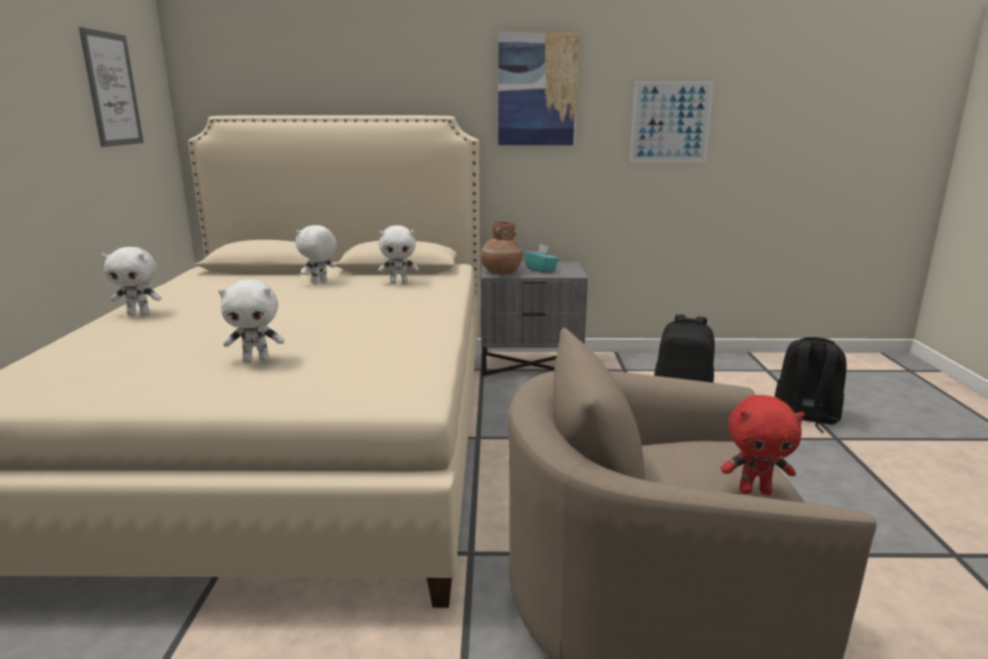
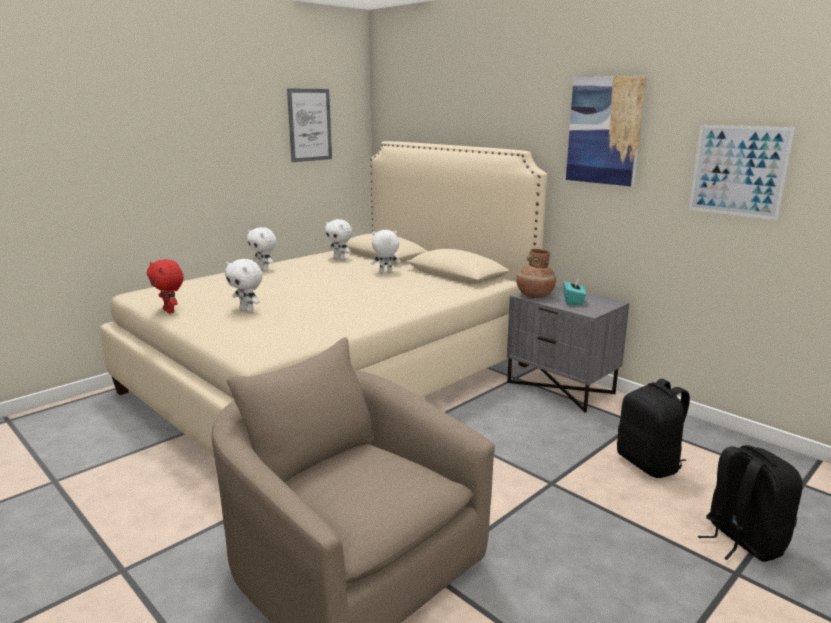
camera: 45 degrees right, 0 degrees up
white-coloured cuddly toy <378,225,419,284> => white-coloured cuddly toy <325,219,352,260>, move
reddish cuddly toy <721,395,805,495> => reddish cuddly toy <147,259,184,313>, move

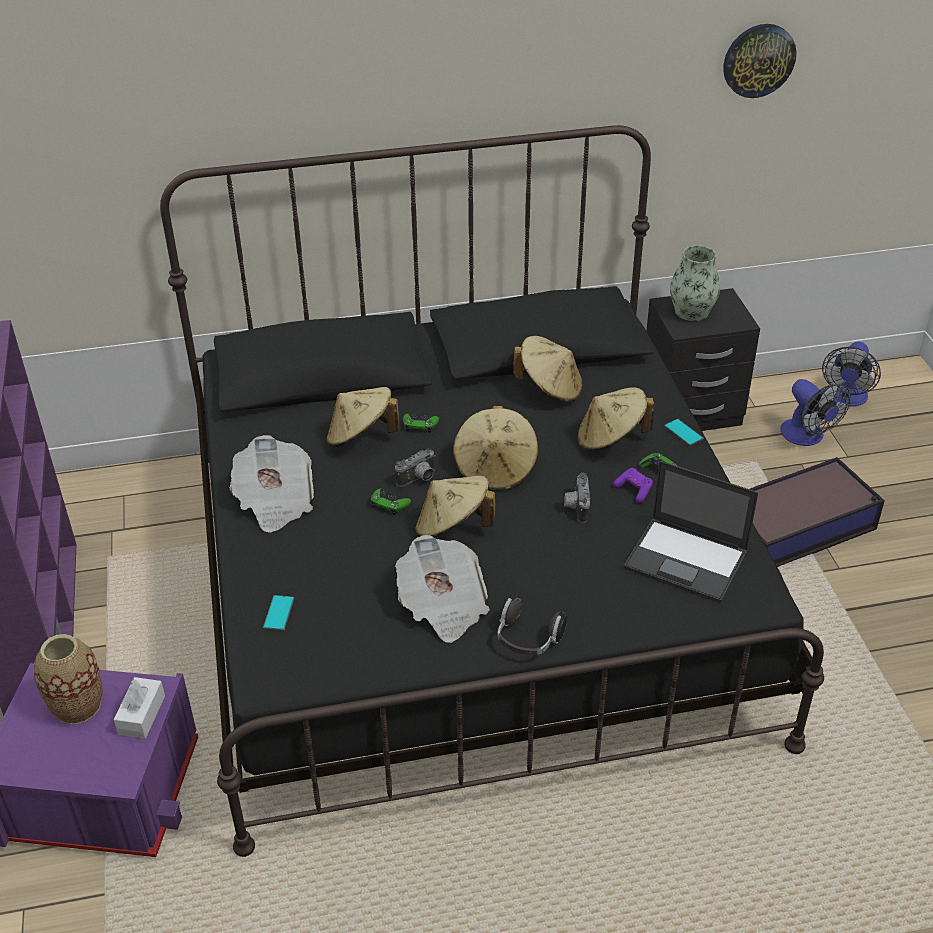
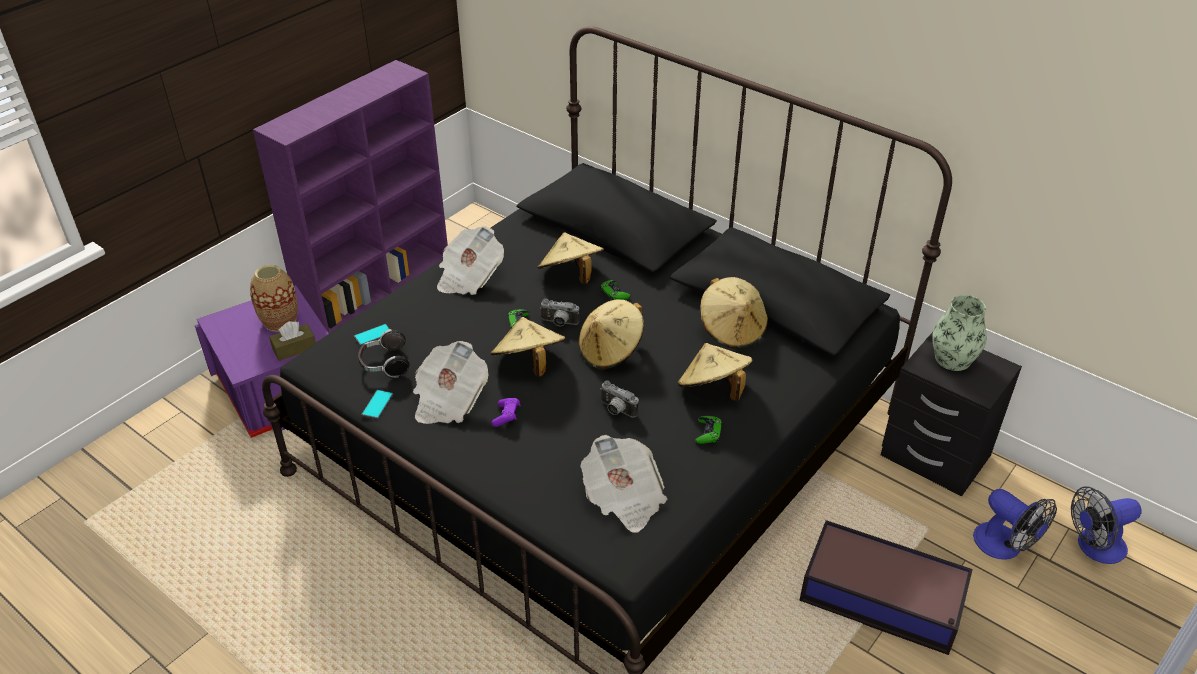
camera: 50 degrees right, 0 degrees up
wall clock <723,24,797,98> => nothing
fan <780,379,850,446> => fan <973,489,1057,560>, 60 degrees counterclockwise
telephone <664,419,704,447> => telephone <361,390,393,420>, move
laptop <624,461,758,603> => newspaper <580,435,668,533>
purple game controller <613,468,653,503> => purple game controller <492,398,521,427>, move
still camera <564,473,590,523> => still camera <600,381,639,418>, 105 degrees counterclockwise
headphones <497,595,567,655> => headphones <358,329,409,378>, move
white-coloured tissue holder <114,677,165,739> => brownish tissue holder <269,321,316,361>

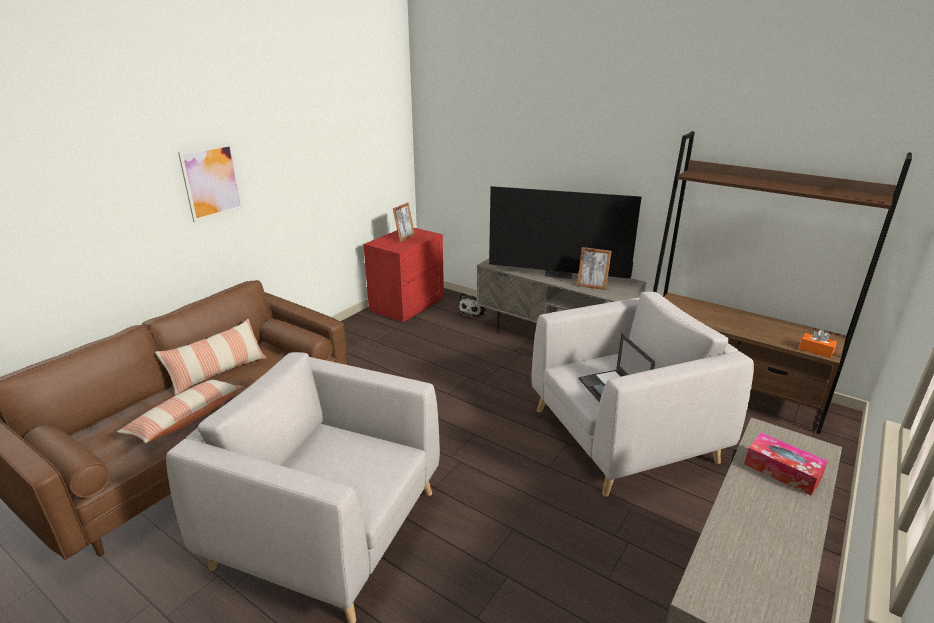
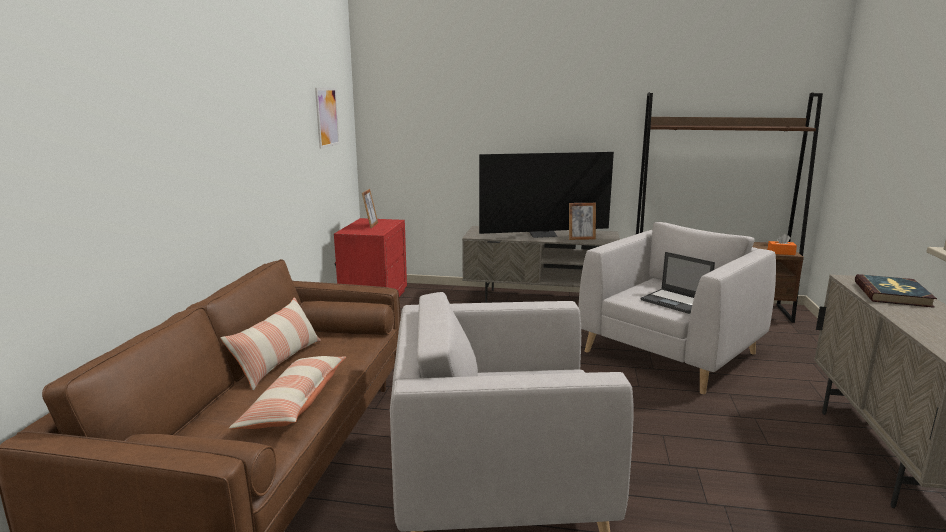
camera: 25 degrees left, 10 degrees down
wall art <178,143,243,222> => wall art <315,88,340,149>, move
cuddly toy <458,293,486,317> => nothing
tissue holder <744,433,828,496> => bound book <855,274,937,308>

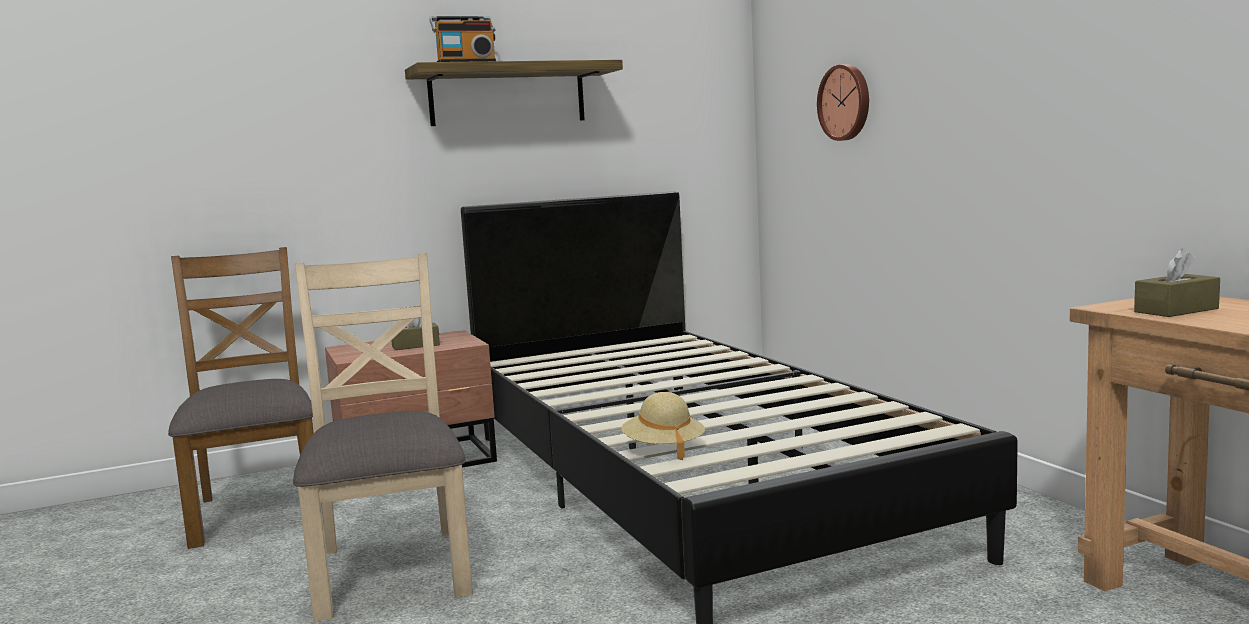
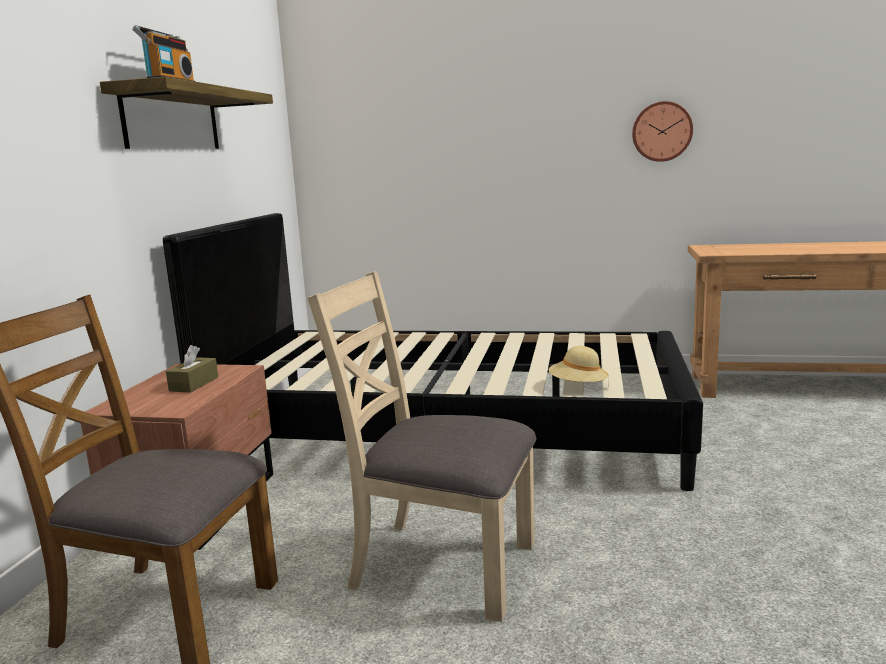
camera: 55 degrees left, 5 degrees up
wall clock <817,64,869,141> => wall clock <632,101,693,162>, move
brownish tissue holder <1134,248,1220,317> => nothing

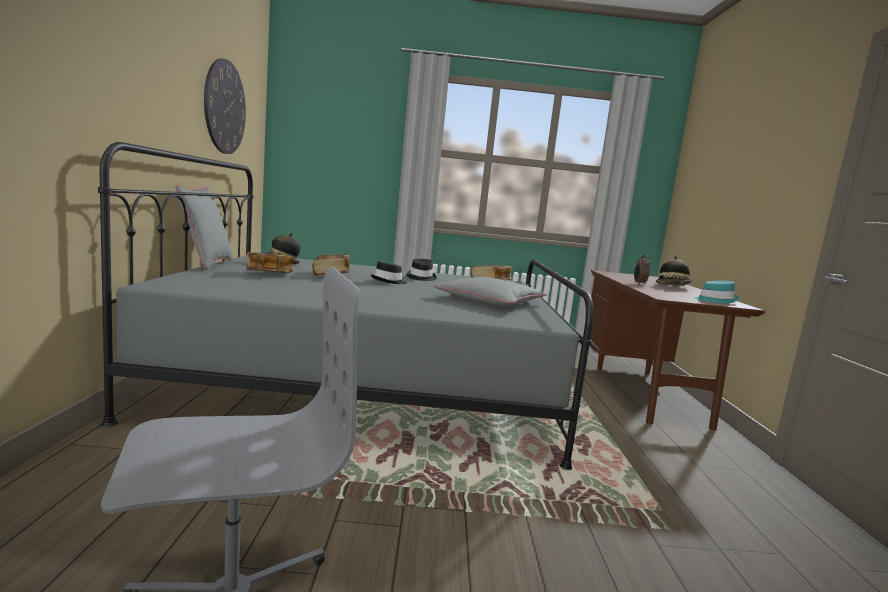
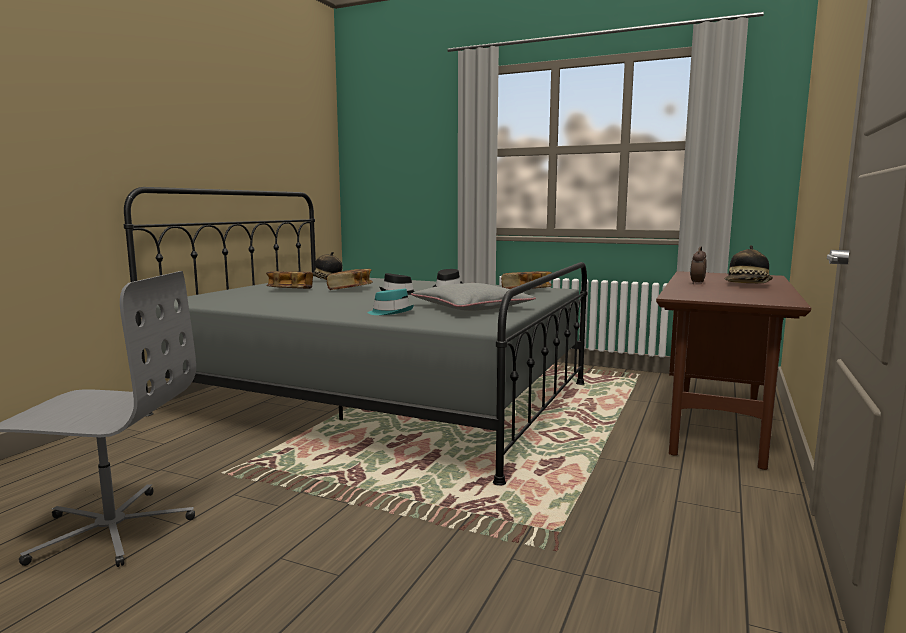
camera: 25 degrees right, 0 degrees up
wall clock <204,58,246,154> => nothing
greyish cushion <175,185,233,270> => nothing
turquoise wearable hat <694,281,739,303> => turquoise wearable hat <367,289,414,315>, move

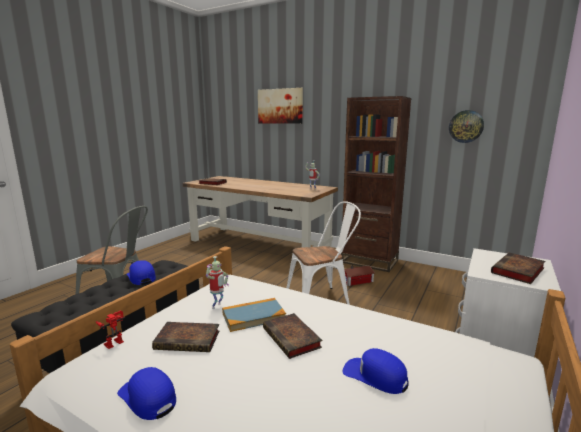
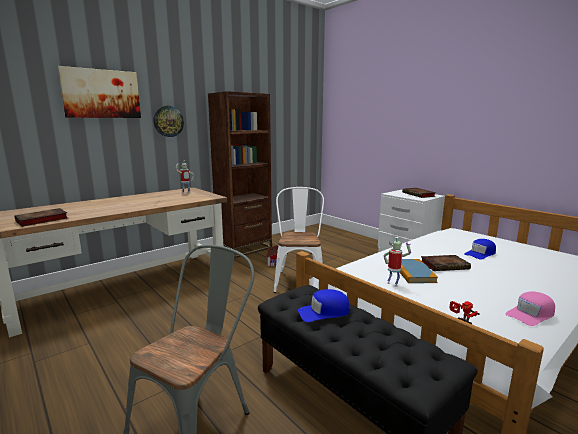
camera: 70 degrees left, 0 degrees up
wall clock <449,110,484,143> => wall clock <154,106,184,137>, move
bound book <152,322,220,352> => nothing
bluish cap <117,367,176,420> => pink-coloured cap <505,292,555,326>

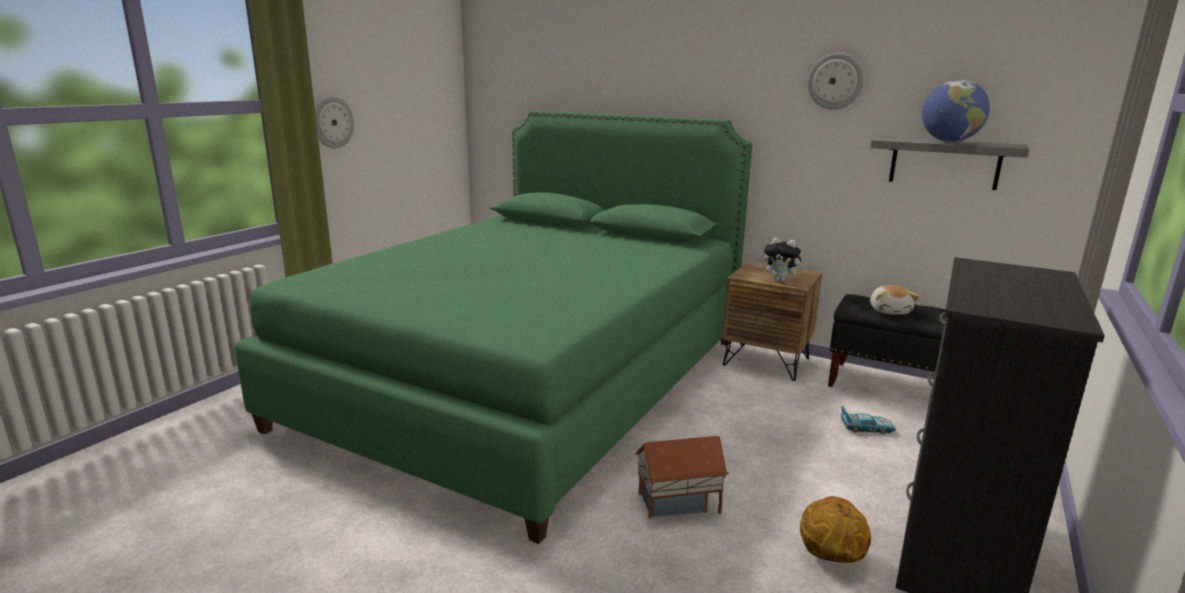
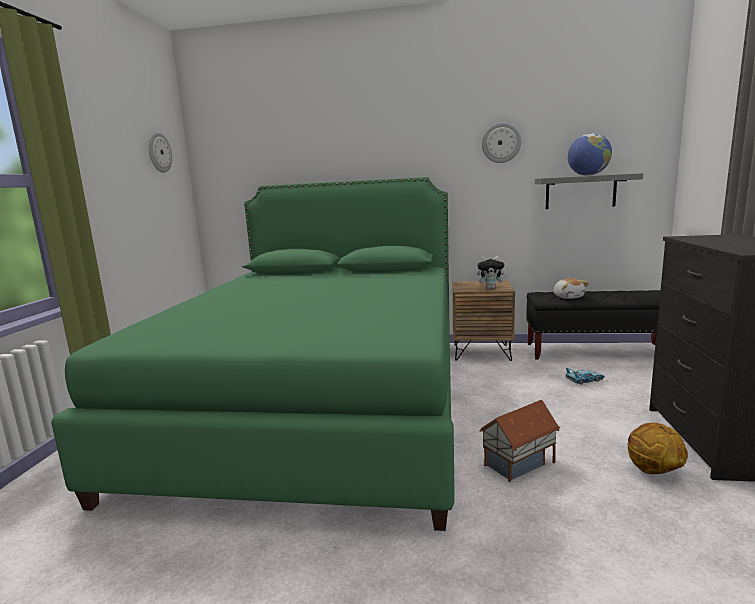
camera: 20 degrees left, 5 degrees down
wall clock <315,96,354,148> => wall clock <149,132,172,173>, move

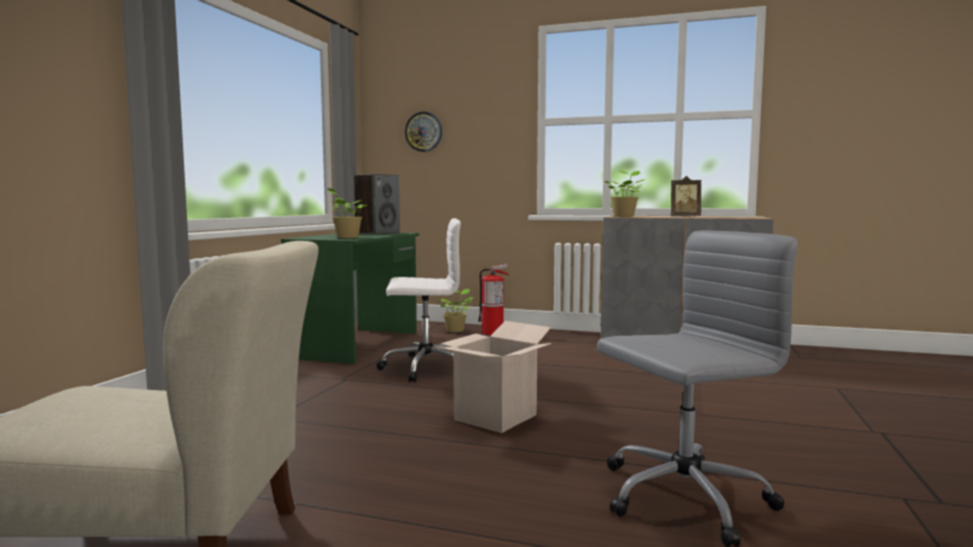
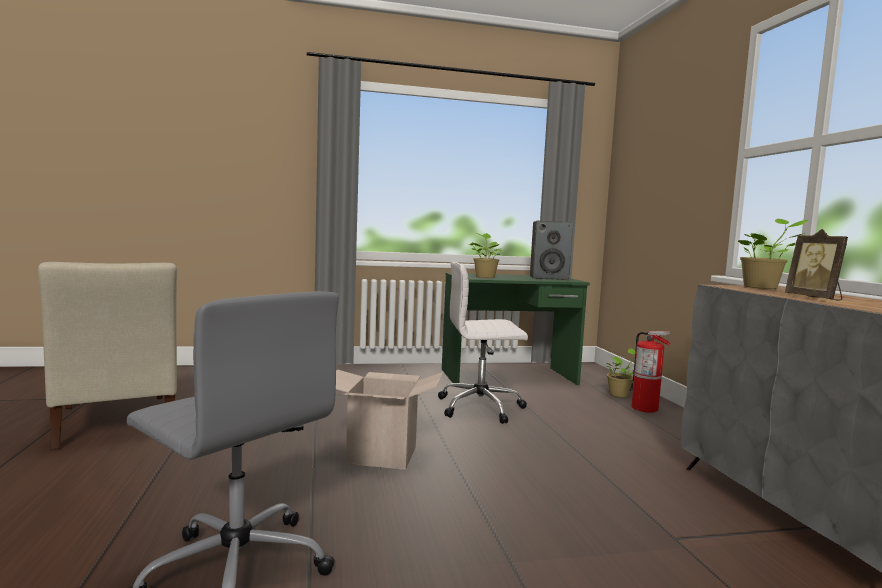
camera: 60 degrees right, 0 degrees up
wall clock <405,112,442,152> => nothing
white-coloured office chair <377,218,461,382> => white-coloured office chair <438,262,528,424>, 120 degrees clockwise

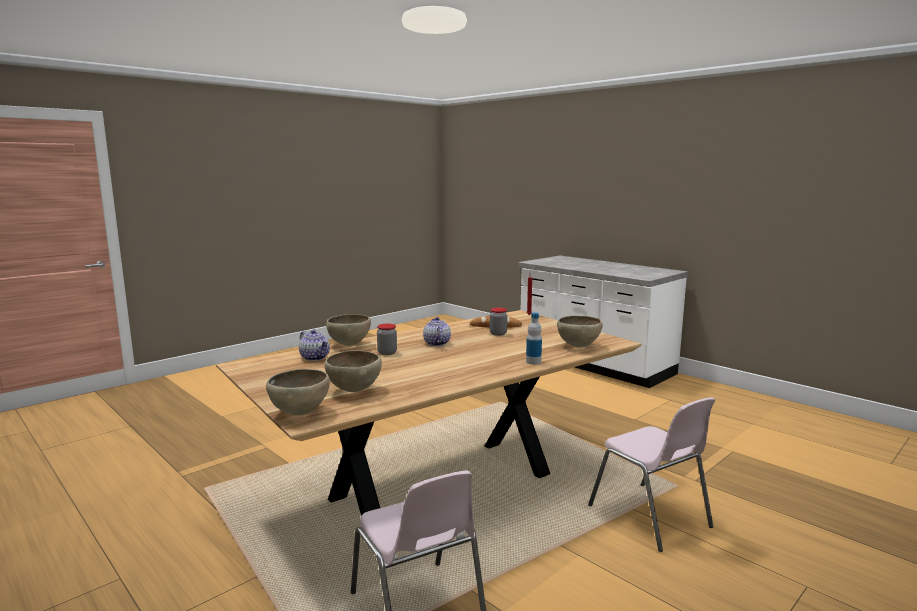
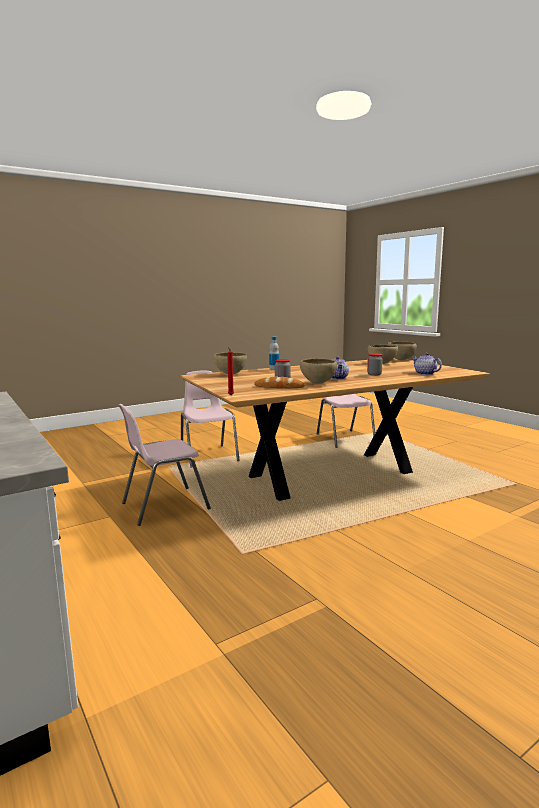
camera: 170 degrees left, 0 degrees up
brownish deep dish <326,314,371,346> => brownish deep dish <300,358,337,384>, move
nothing => pink-coloured chair <118,404,211,526>

